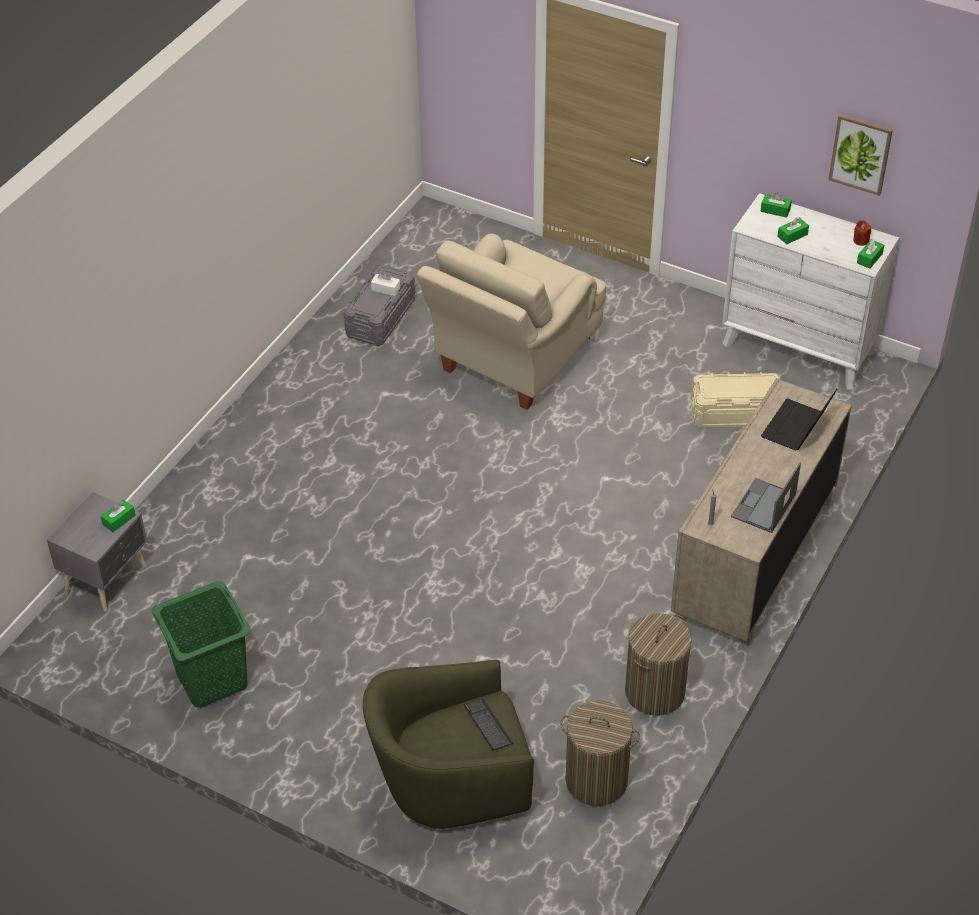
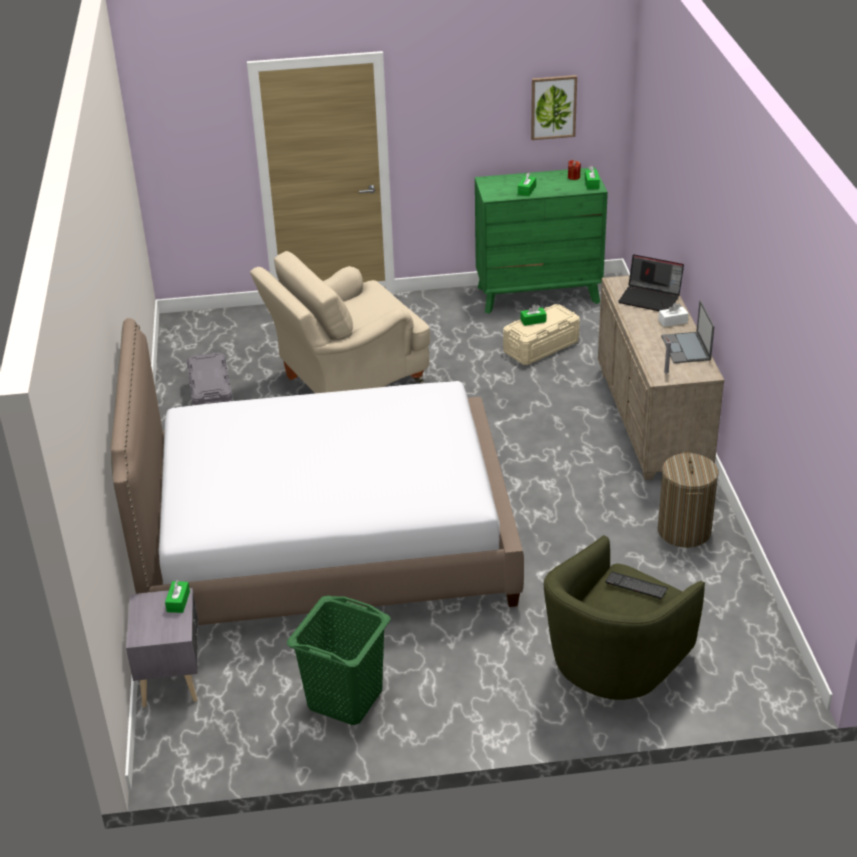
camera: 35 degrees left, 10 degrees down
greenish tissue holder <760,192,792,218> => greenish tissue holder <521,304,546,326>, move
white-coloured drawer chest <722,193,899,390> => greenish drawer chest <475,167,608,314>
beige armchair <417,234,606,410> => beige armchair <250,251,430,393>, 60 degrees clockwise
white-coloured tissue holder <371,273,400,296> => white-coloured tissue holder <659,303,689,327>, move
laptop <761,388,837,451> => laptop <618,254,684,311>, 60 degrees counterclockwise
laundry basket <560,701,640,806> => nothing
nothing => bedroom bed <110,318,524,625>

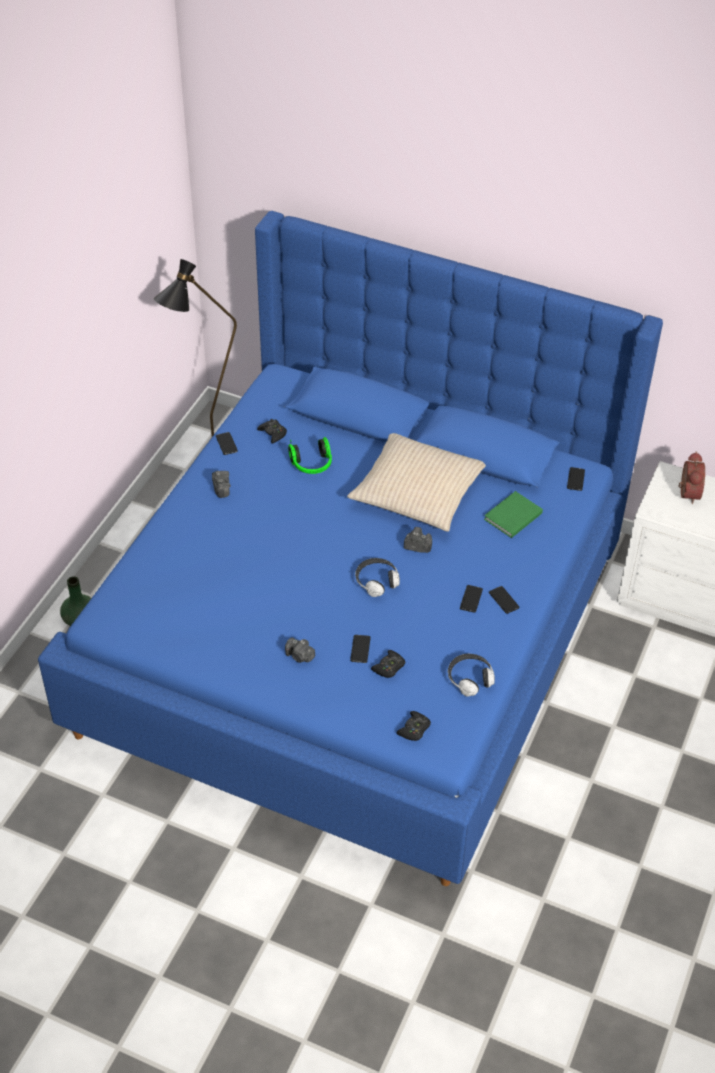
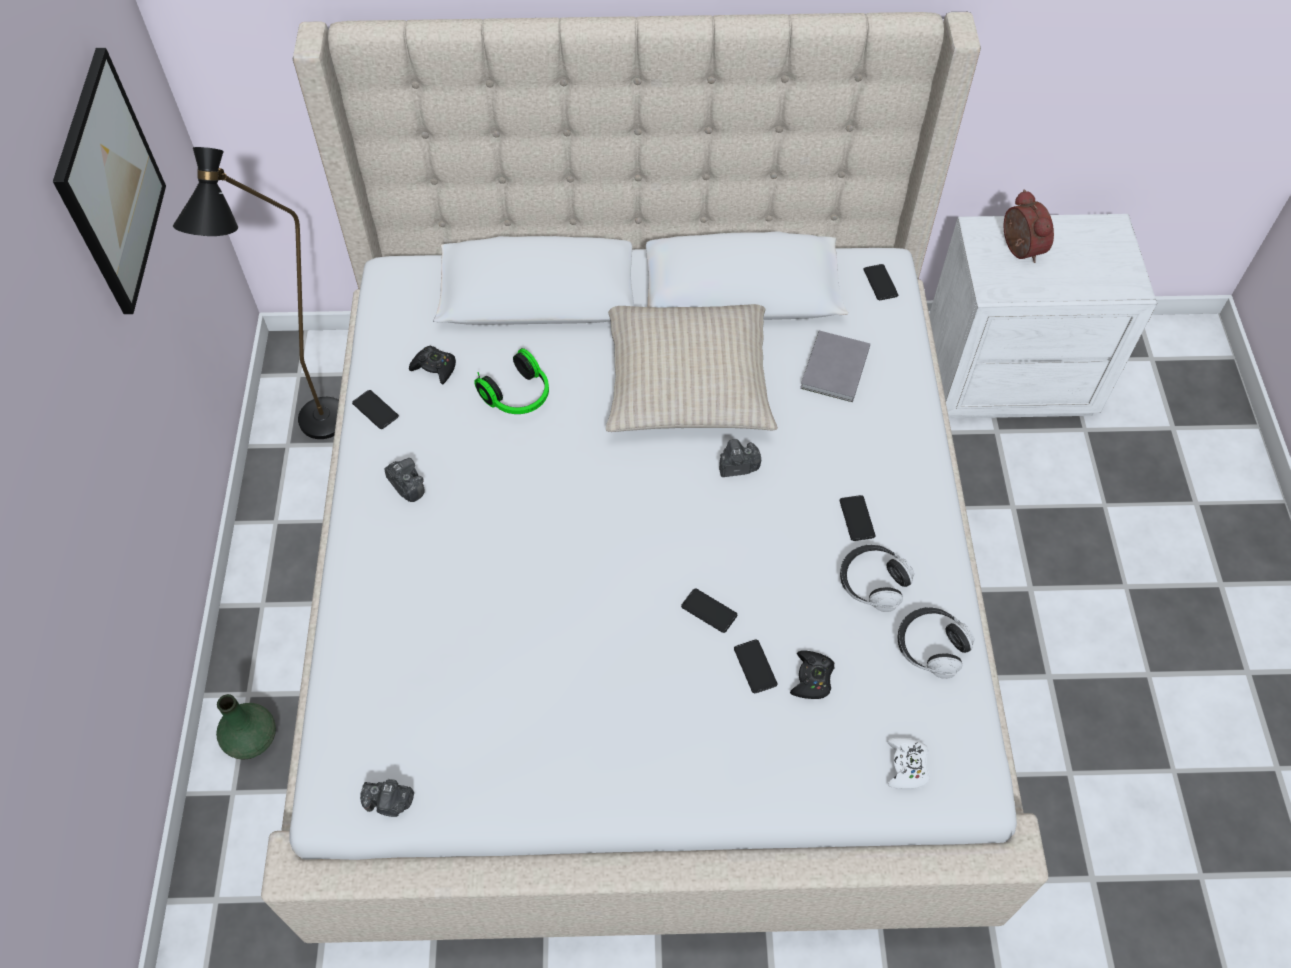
camera: 25 degrees left, 10 degrees up
bluish bedroom bed <38,211,663,886> => beige bedroom bed <261,12,1048,943>
greenish bound book <484,491,543,538> => greyish bound book <800,330,870,402>
headphones <355,558,400,597> => headphones <840,545,914,612>, move
telephone <489,586,520,614> => telephone <681,588,737,633>, move
still camera <285,638,315,663> => still camera <360,779,414,817>, move
black-coloured game controller <397,711,431,741> => white-coloured game controller <887,737,930,789>
nothing => wall art <53,48,166,314>

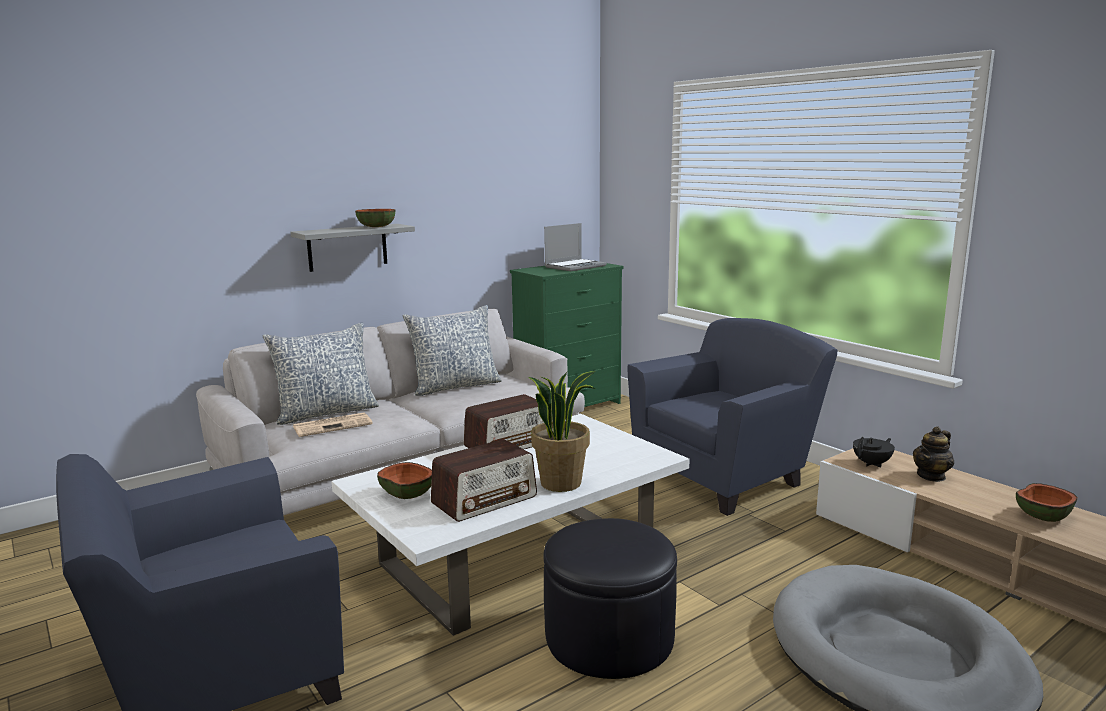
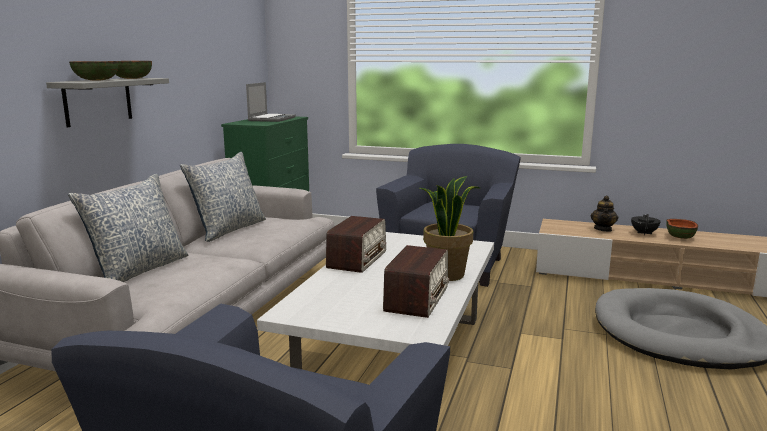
camera: 35 degrees left, 0 degrees up
newspaper <293,412,373,437> => nothing
black-coloured pot for tea <853,437,895,468> => black-coloured pot for tea <631,214,661,235>, move
deep dish <377,462,432,499> => deep dish <69,61,118,81>, move
black-coloured ottoman <544,518,677,679> => nothing

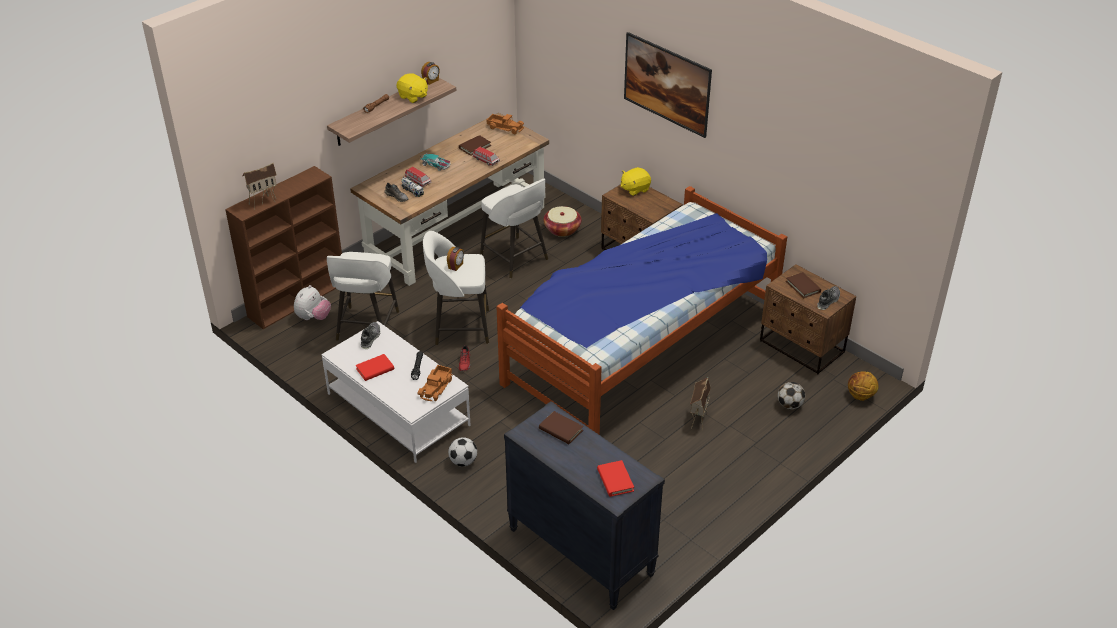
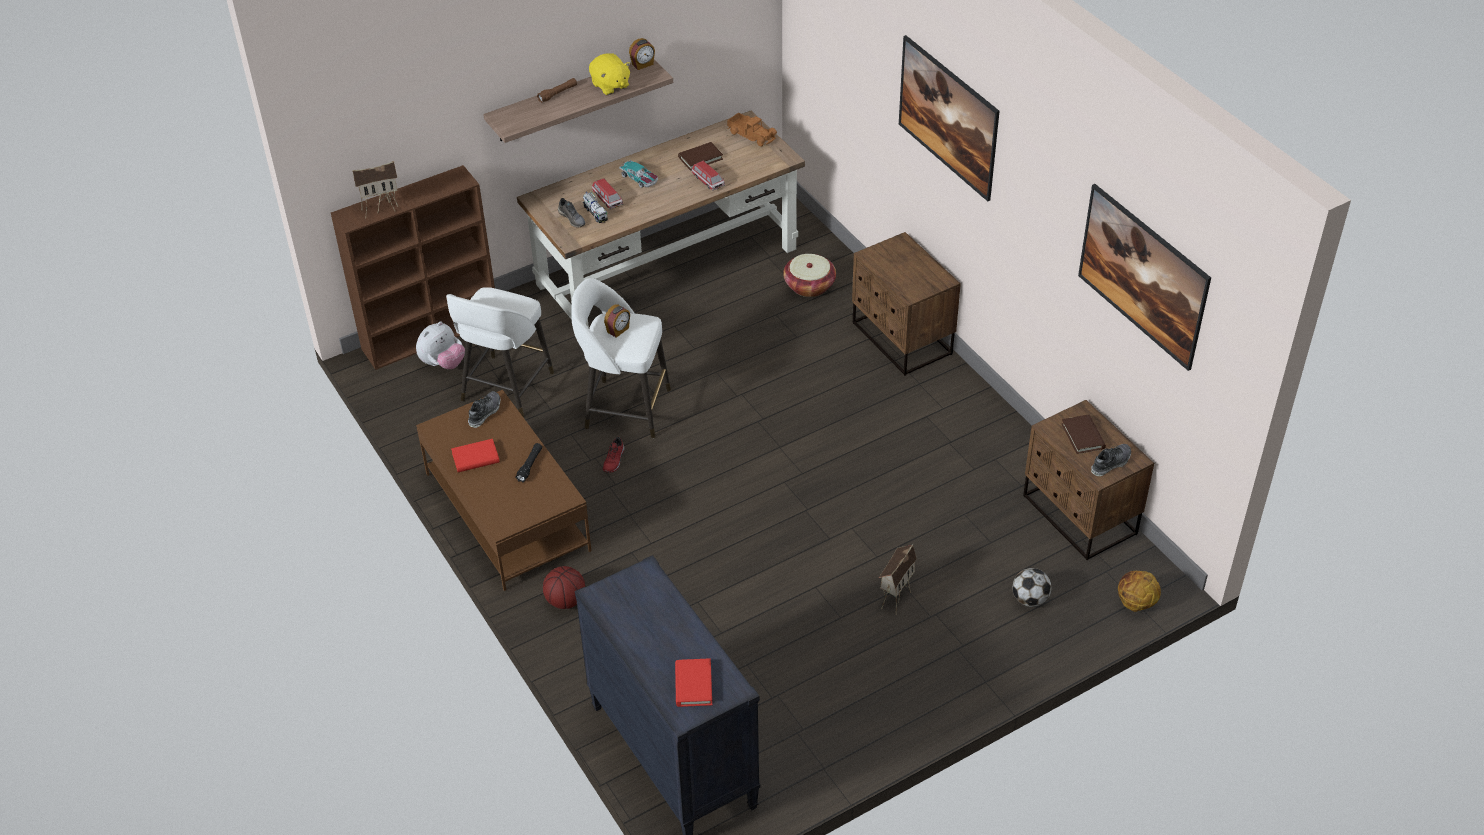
camera: 15 degrees right, 5 degrees up
yellow cuddly toy <621,167,651,196> => nothing
white-coloured stool seat <480,179,548,279> => nothing
bedroom bed <496,186,787,435> => nothing
white-coloured coffee table <321,321,471,463> => brownish coffee table <416,390,591,591>
toy lorry <418,365,453,401> => nothing
brownish bound book <539,411,583,444> => nothing
football <448,437,477,467> => ball for basketball <543,566,585,609>
nothing => wall art <1078,184,1211,371>

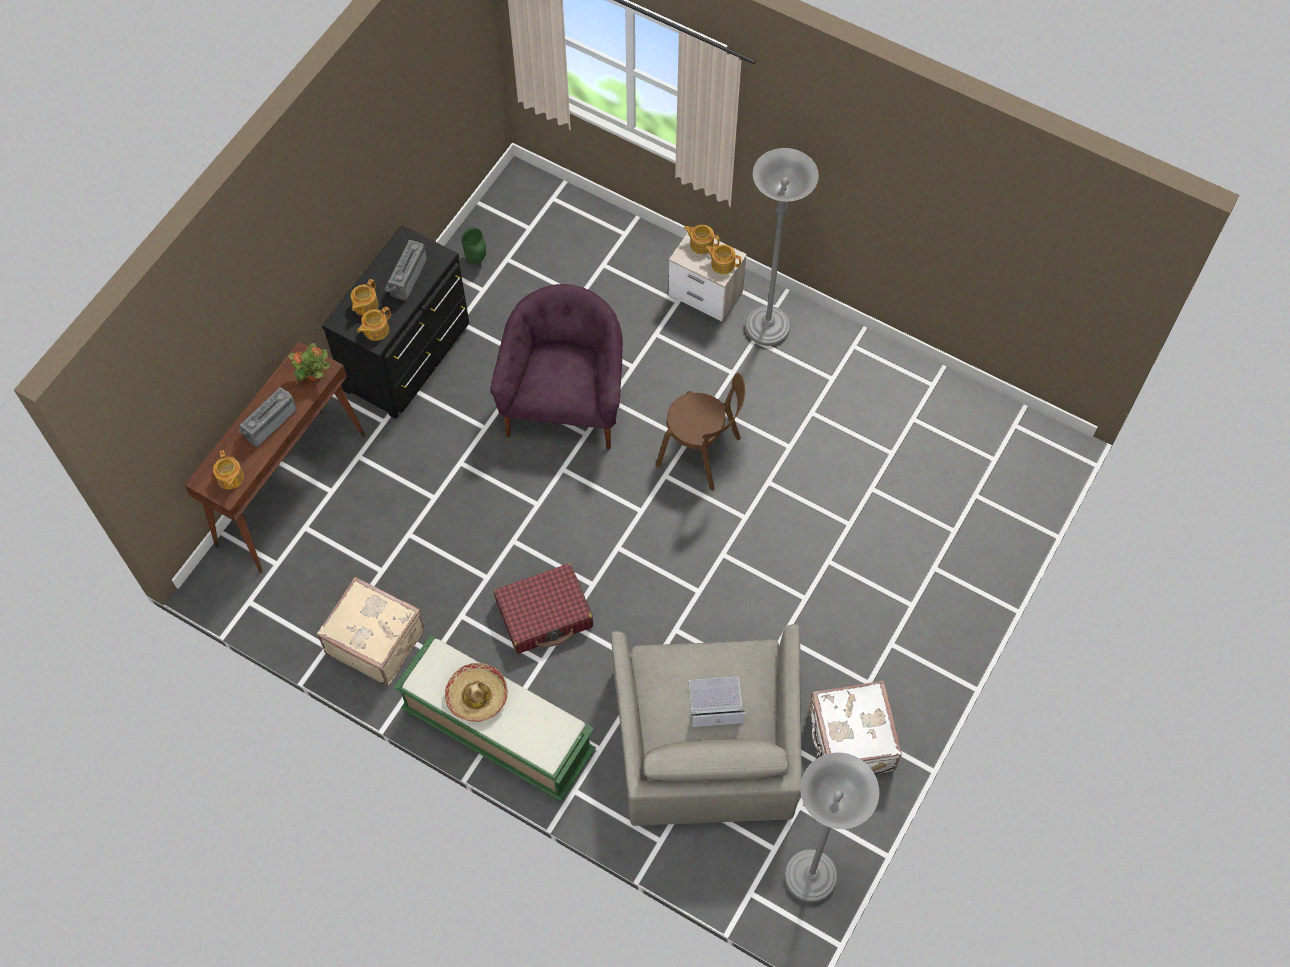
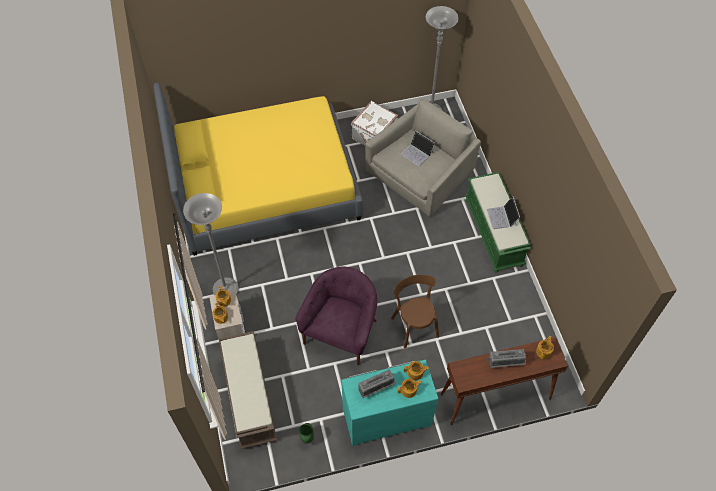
camera: 135 degrees left, 5 degrees down
black-coloured drawer chest <322,225,469,419> => turquoise drawer chest <341,359,439,446>
purple armchair <490,284,623,449> => purple armchair <295,266,377,366>, 150 degrees clockwise
plant in a pot <288,343,330,381> => nothing
brownish chair <656,373,745,491> => brownish chair <391,275,439,348>, move
reddish piece of luggage <494,563,593,654> => nothing
beige piece of luggage <317,577,424,686> => nothing
wearable hat <445,663,508,722> => laptop <487,196,520,229>
nothing => yellow bedroom bed <154,83,363,256>
nothing => brownish long seat <219,331,277,450>

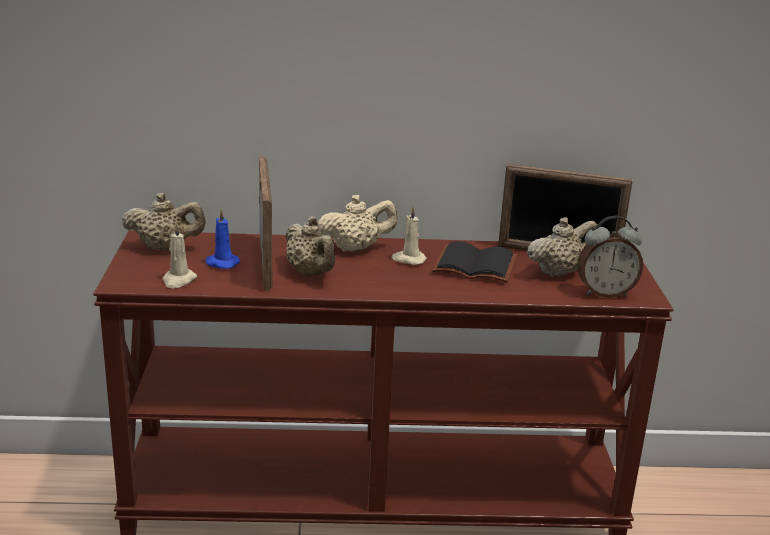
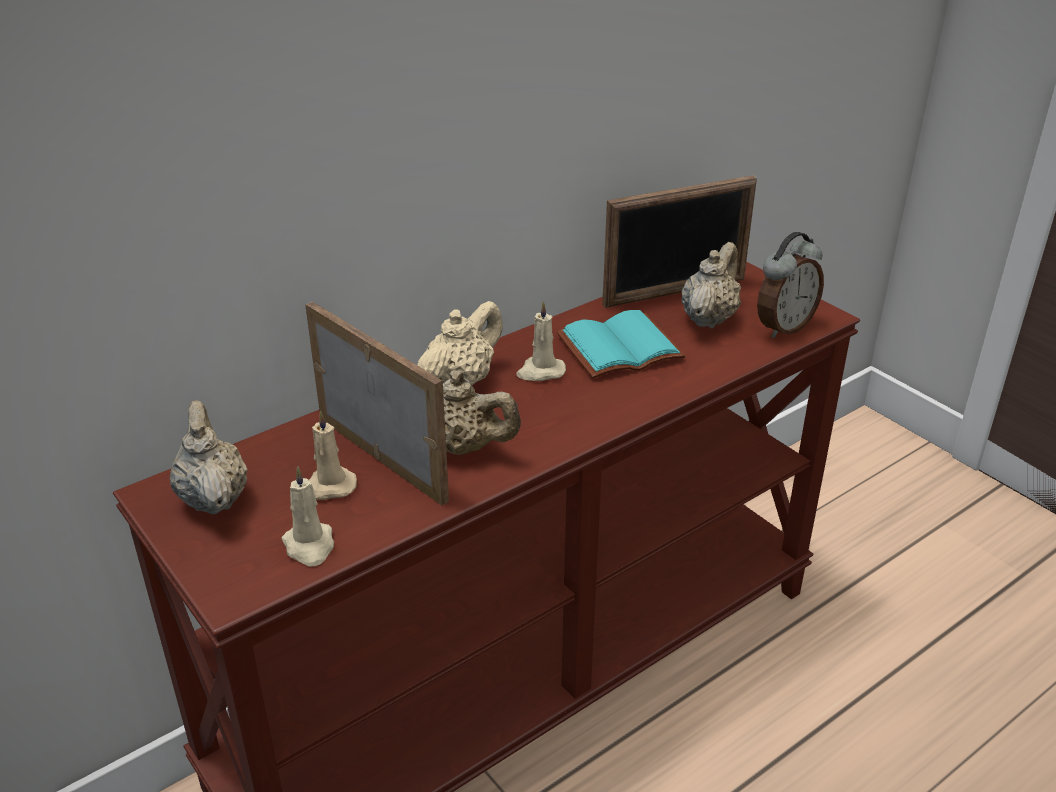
camera: 35 degrees left, 10 degrees up
beige pot for tea <122,193,206,250> => beige pot for tea <170,400,248,515>, 75 degrees counterclockwise
bluish candle <205,208,240,269> => beige candle <309,410,357,500>
black-coloured bound book <432,241,517,283> => turquoise bound book <557,310,686,378>

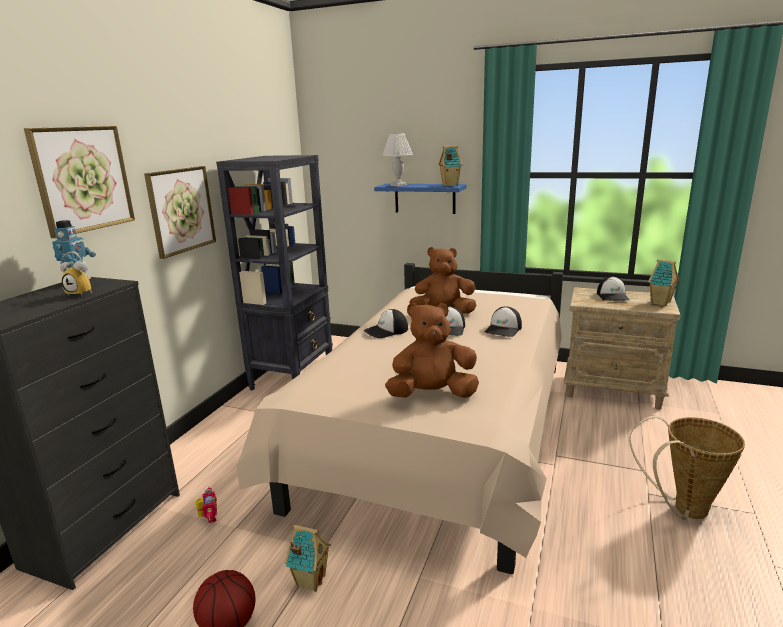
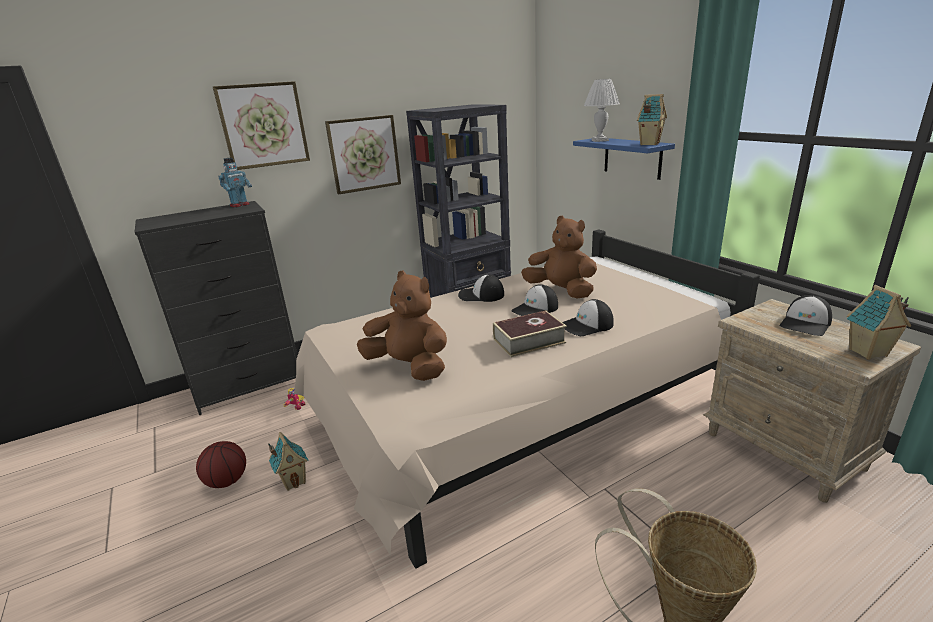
camera: 40 degrees right, 5 degrees up
bedside clock <60,251,93,296> => nothing
nothing => bound book <493,310,567,357>

